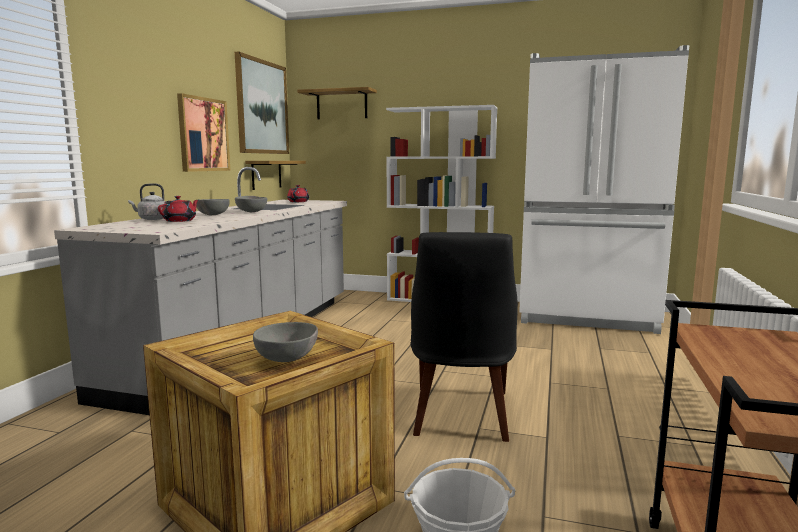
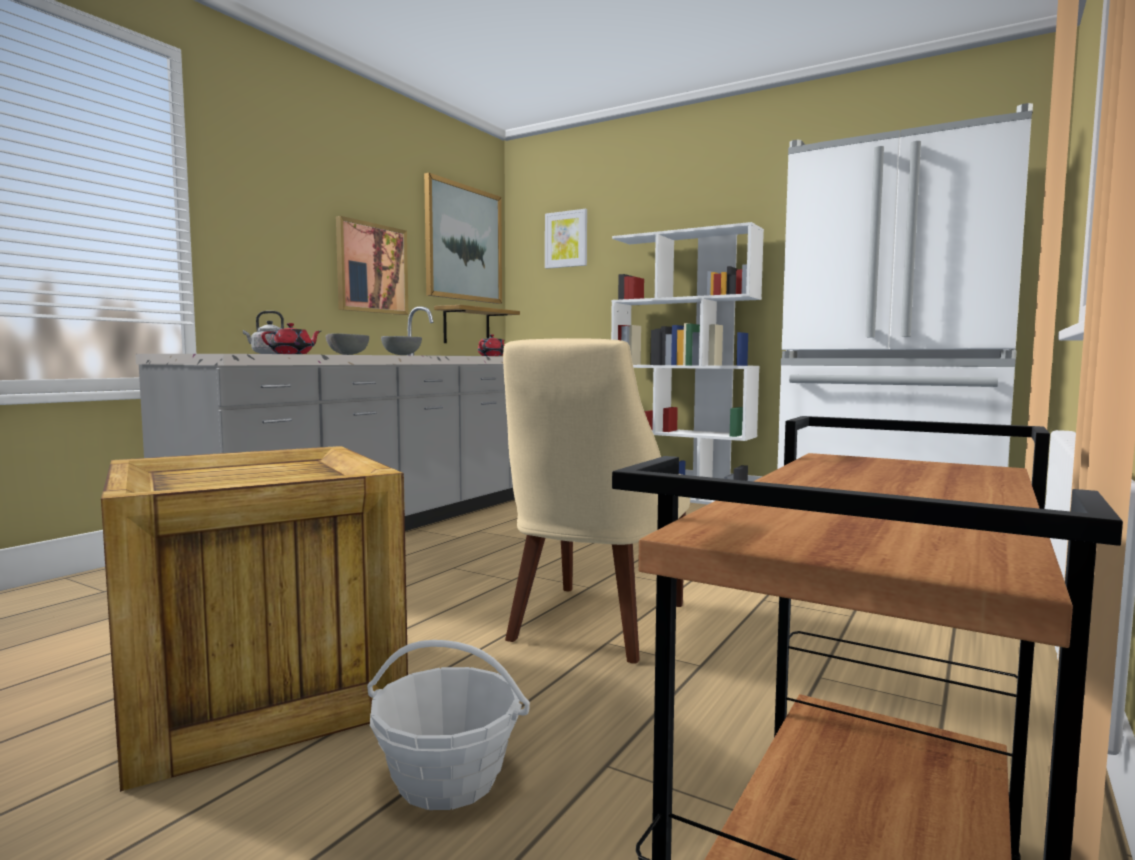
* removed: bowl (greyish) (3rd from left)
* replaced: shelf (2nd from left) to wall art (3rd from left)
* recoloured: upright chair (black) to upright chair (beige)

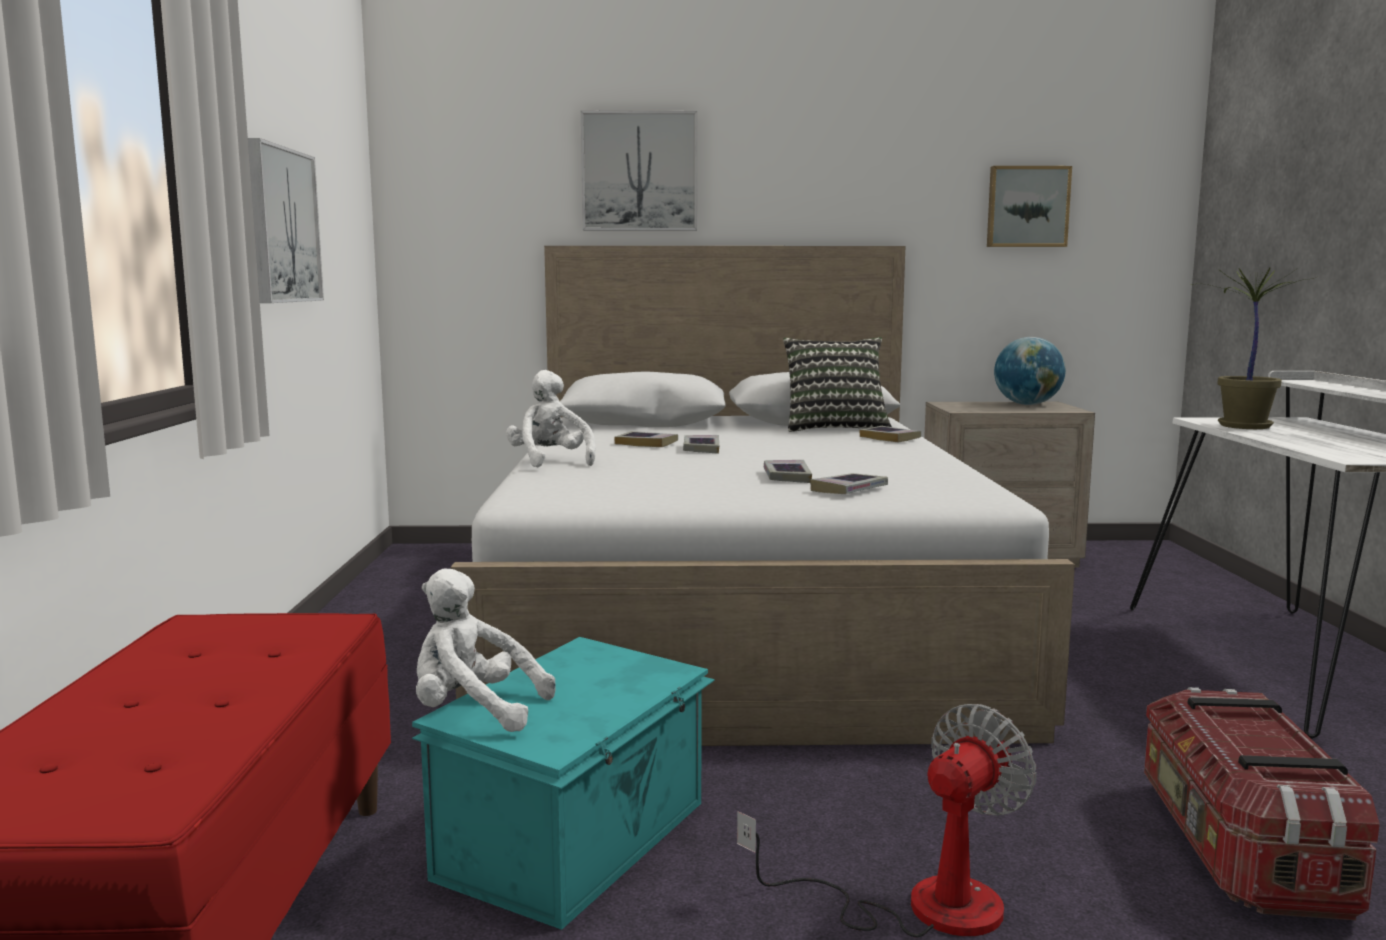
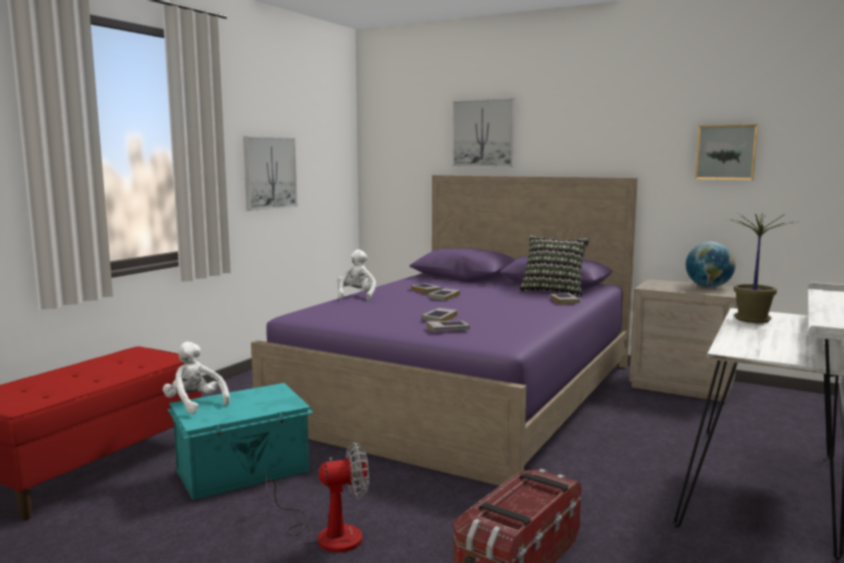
* recoloured: bed (white) to bed (purple-coloured)

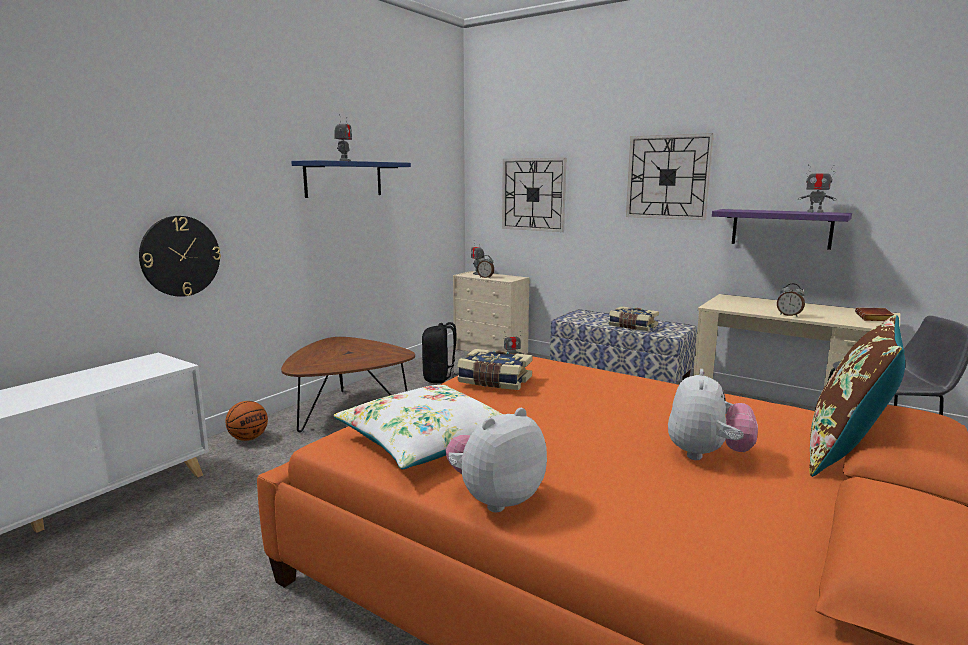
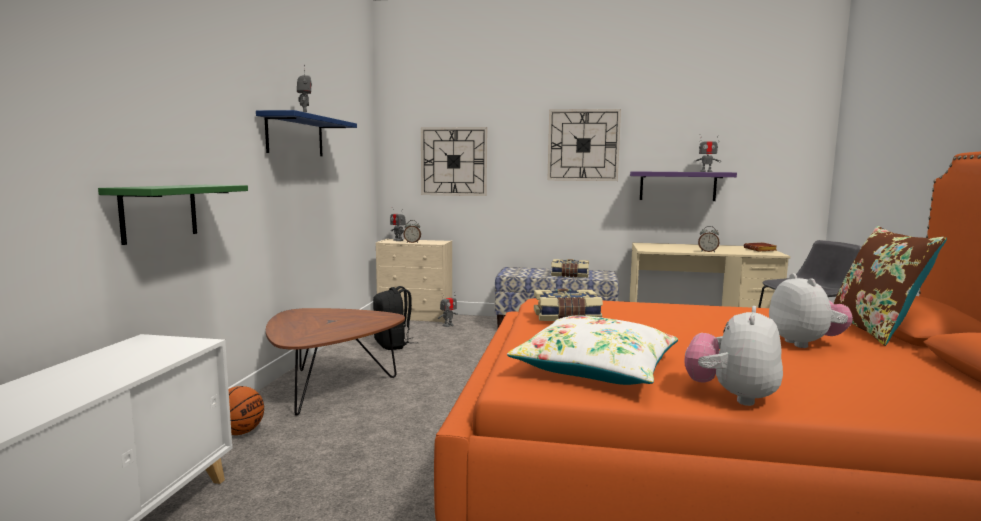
* replaced: wall clock (1st from left) to shelf (greenish)

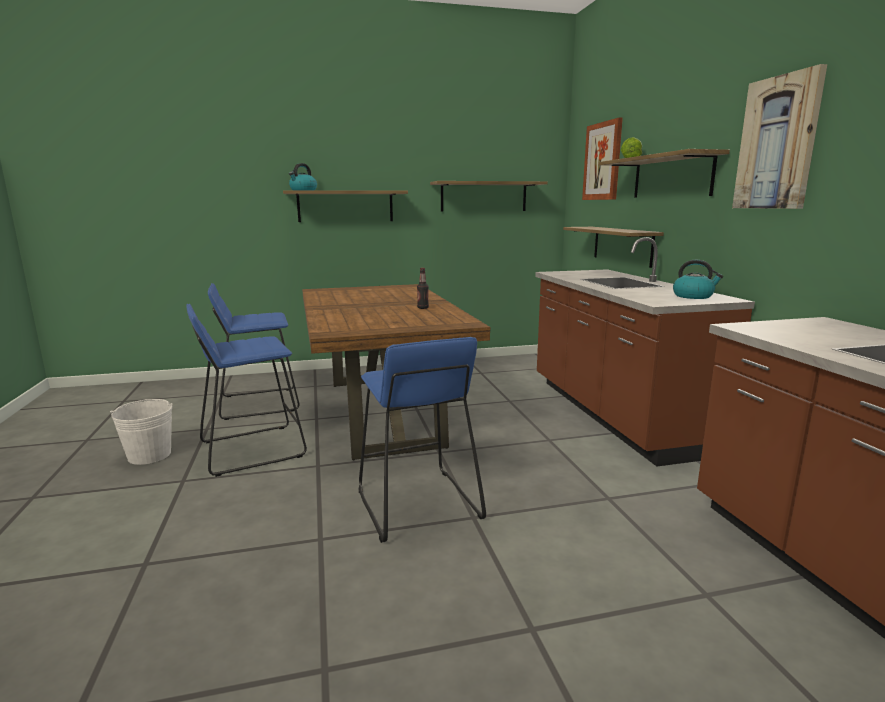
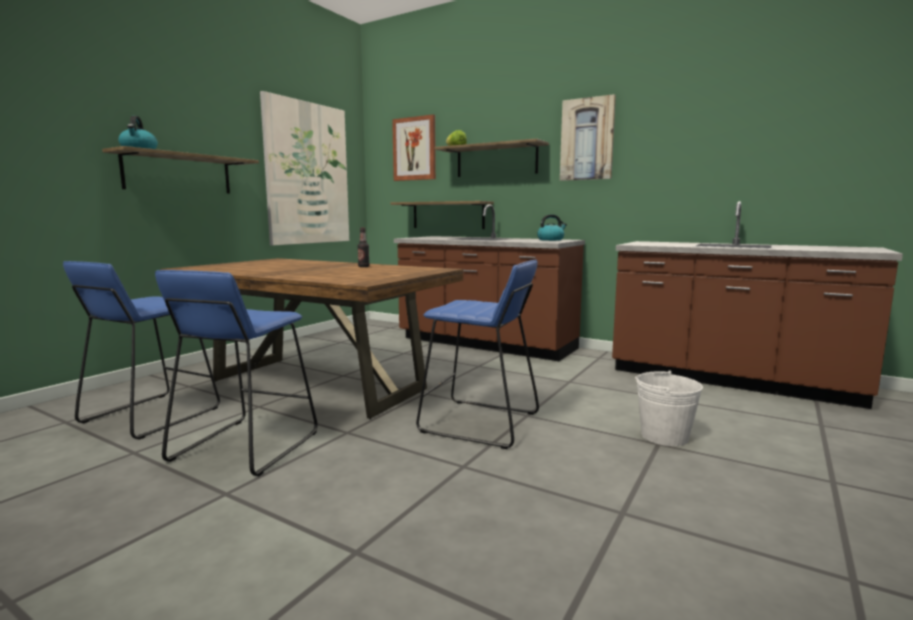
* moved: water bucket (white)
* replaced: shelf (2nd from left) to wall art (1st from left)

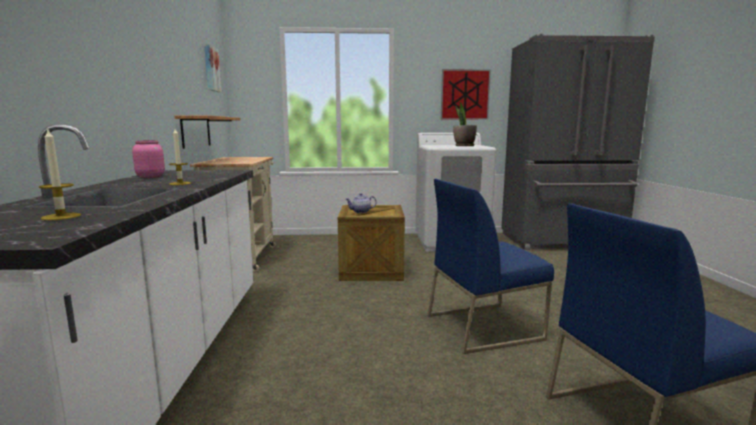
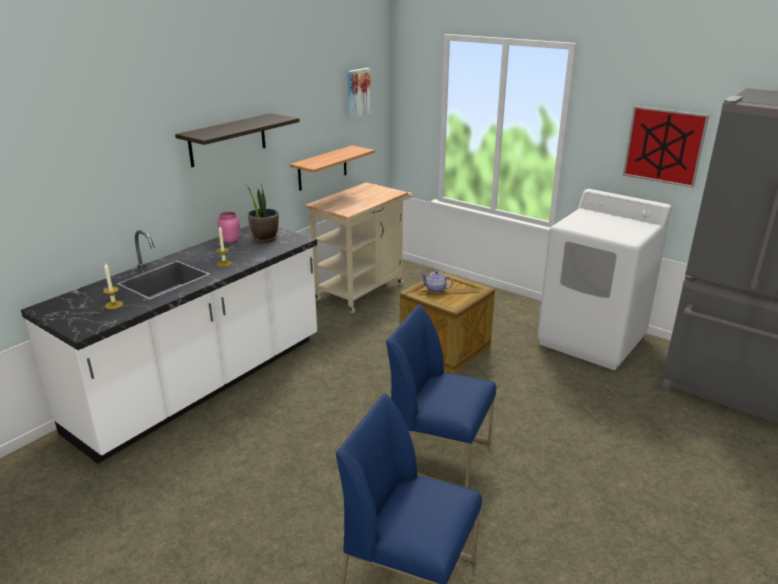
* moved: houseplant
* added: shelf (1st from left)

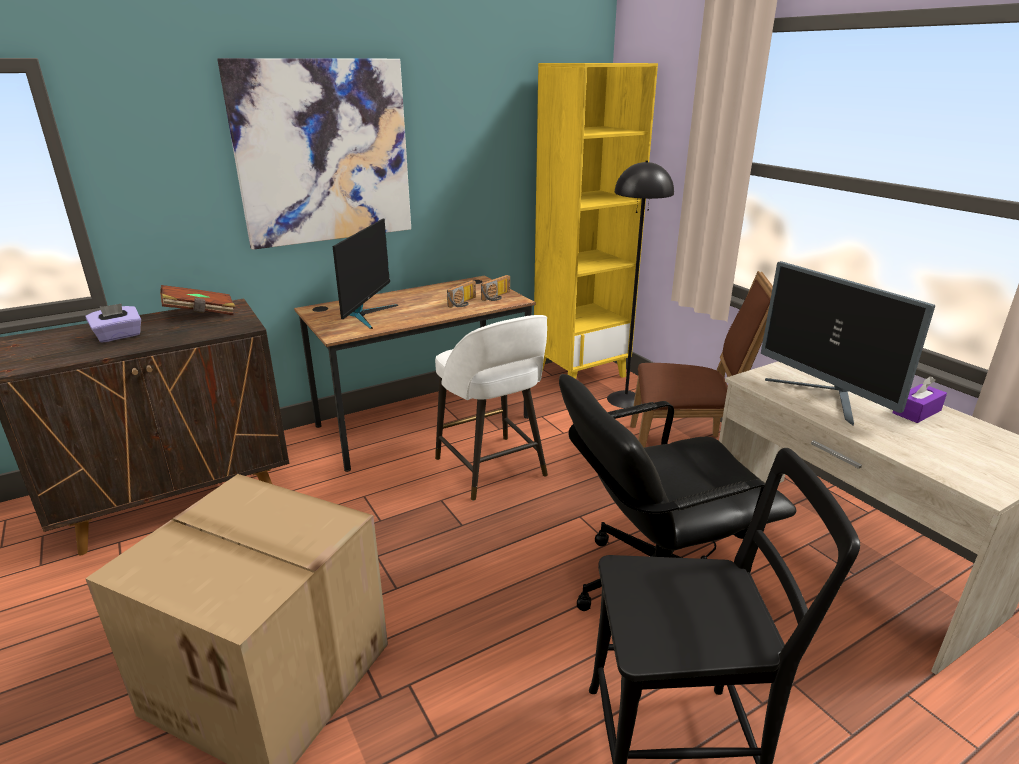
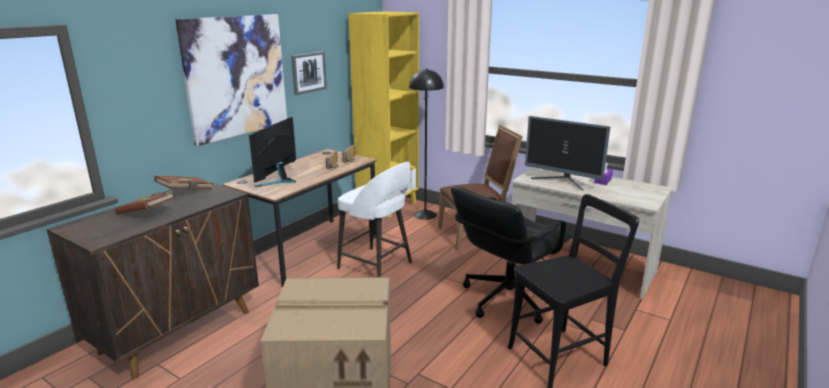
* replaced: tissue holder (purple-coloured) (1st from left) to book (brown-coloured) (1st from left)
* turned: computer display (1st from left) 150 degrees counterclockwise
* added: wall art (2nd from left)

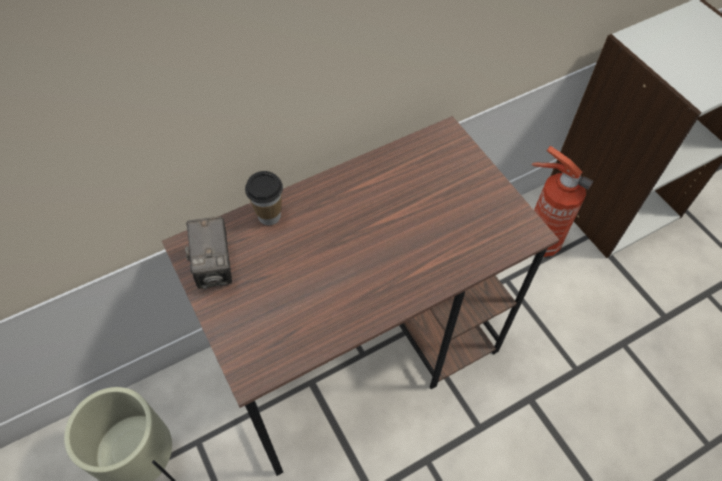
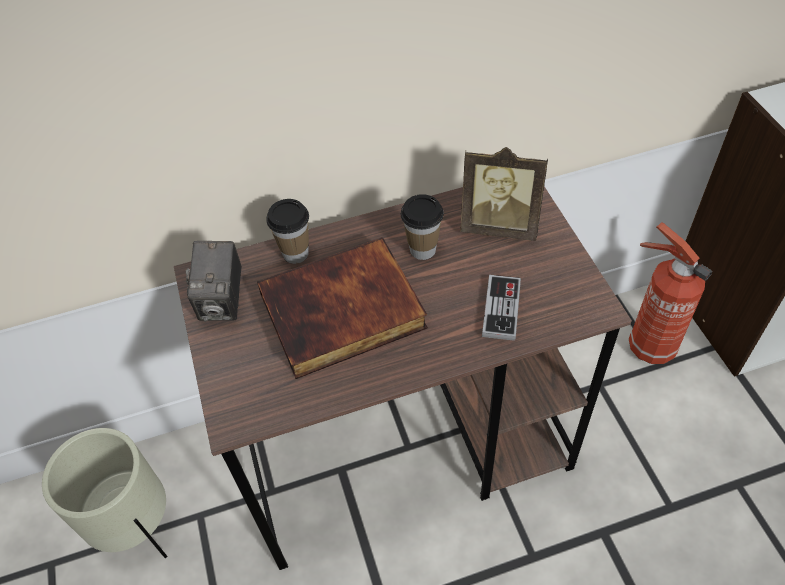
* added: book
* added: cup (2nd from left)
* added: picture frame
* added: game controller

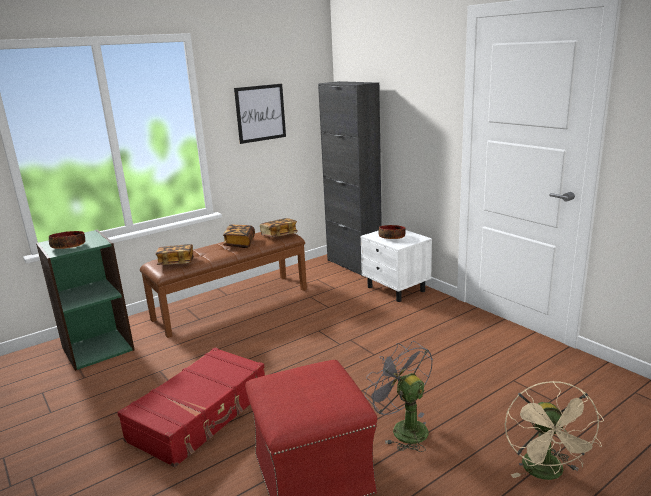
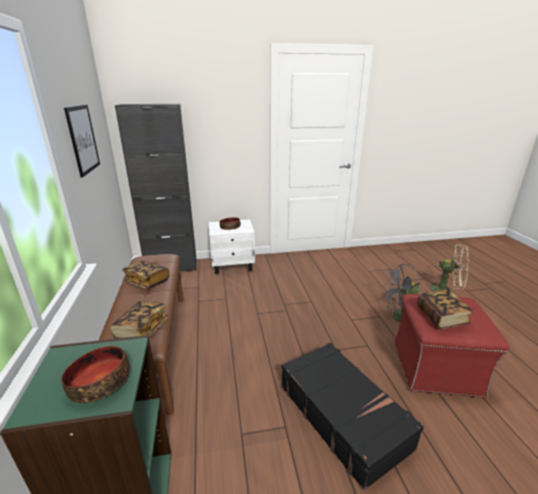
* recoloured: travel case (reddish) to travel case (black)
* moved: book (3rd from left)

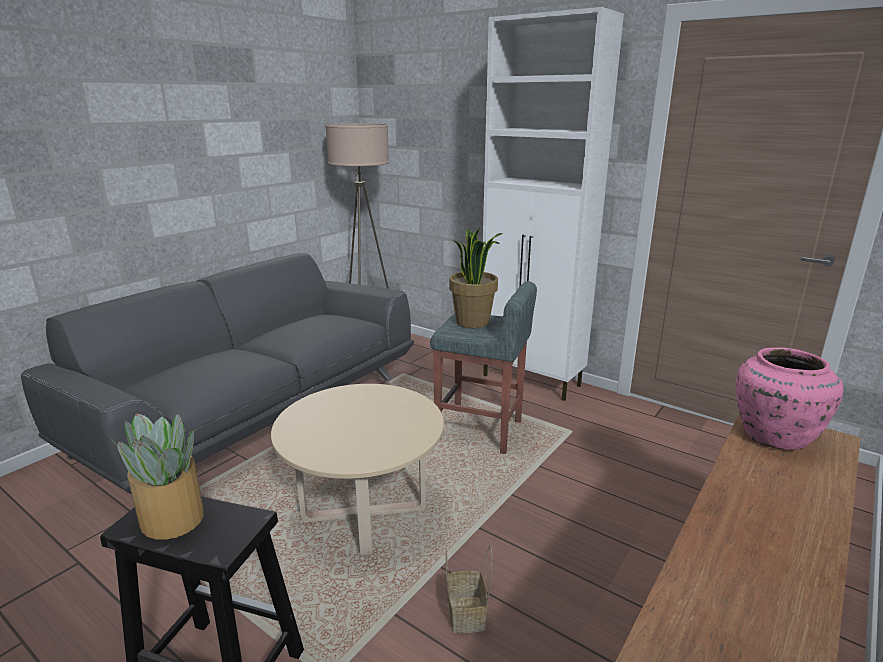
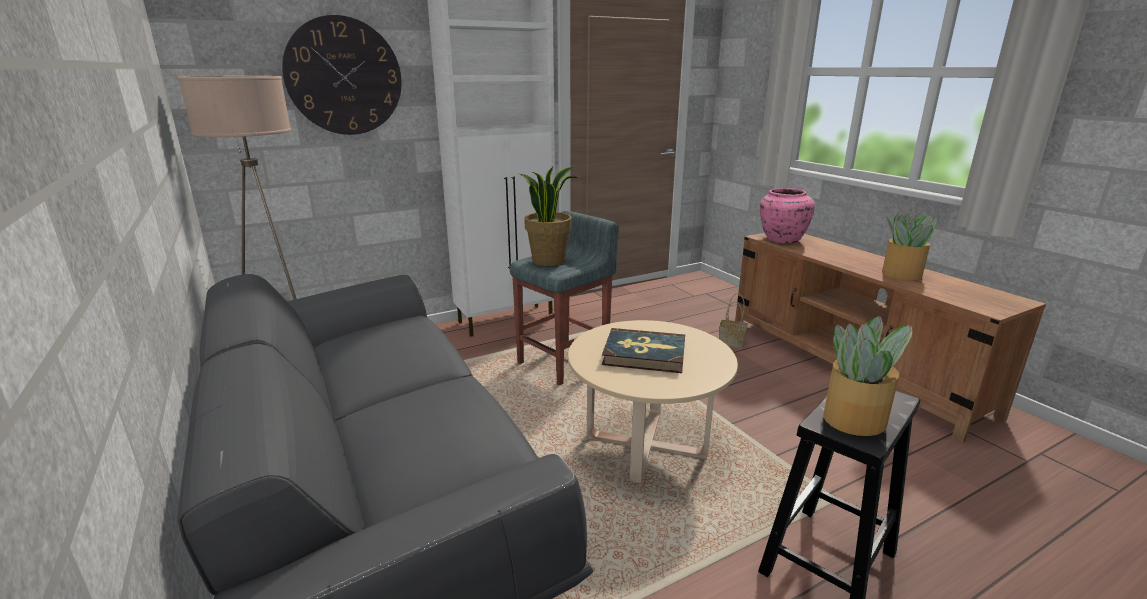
* moved: storage basket
* added: wall clock
* added: book
* added: houseplant (3rd from left)

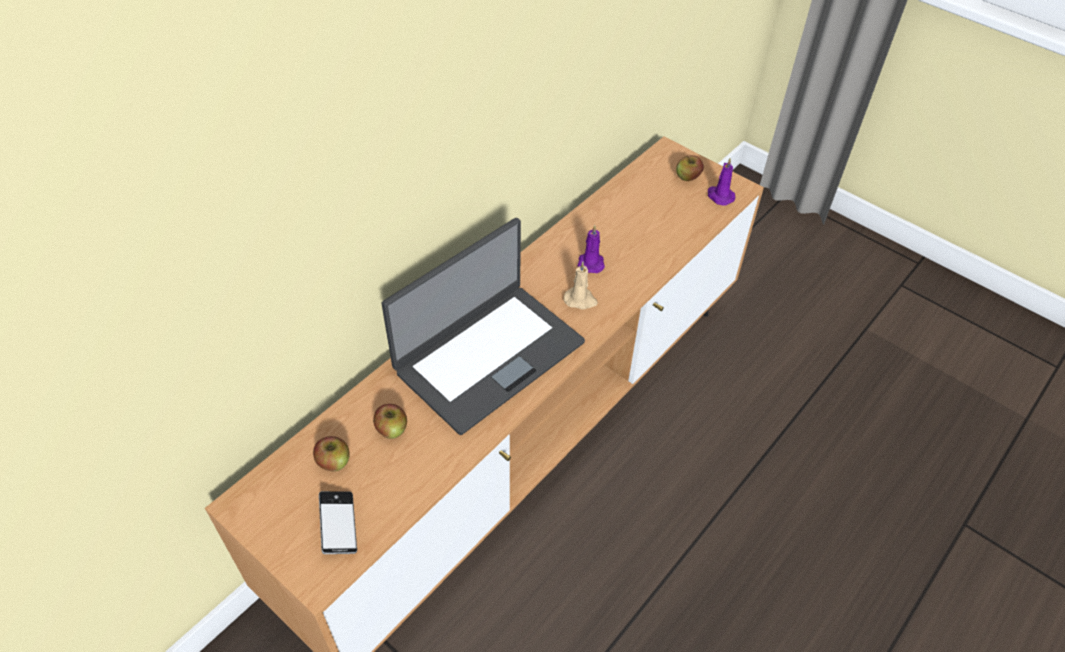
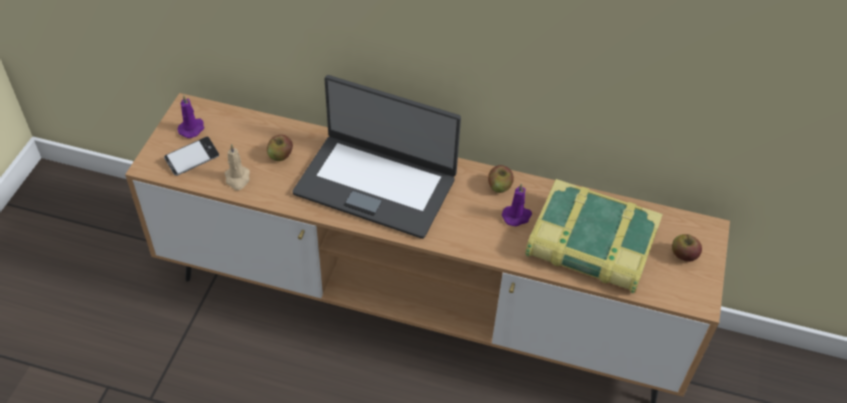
* moved: apple (1st from left in the first image) to apple (2nd from left)
* moved: candle (beige)
* moved: candle (purple-coloured) (2nd from left in the first image) to candle (purple-coloured) (1st from left)
* added: book

